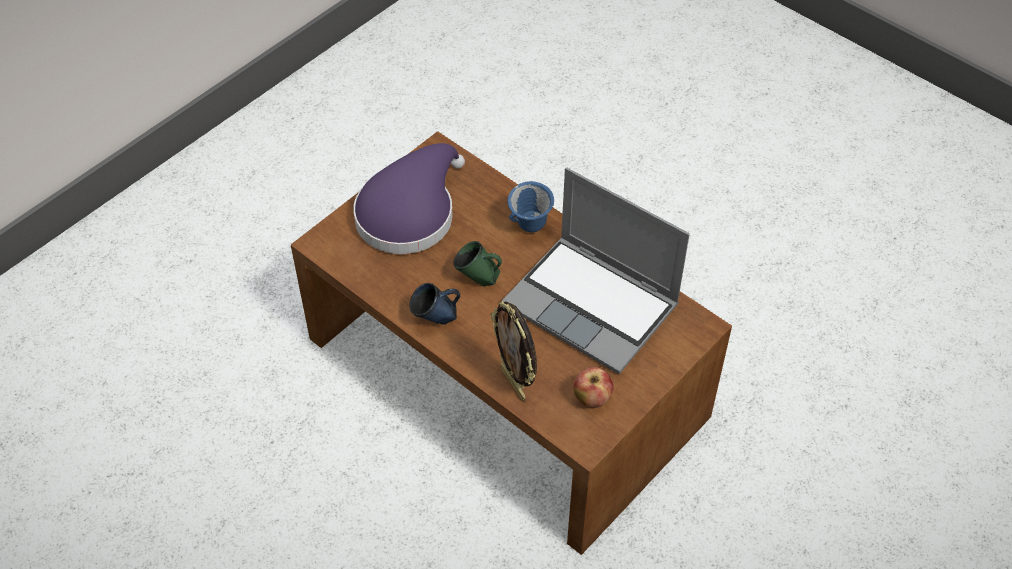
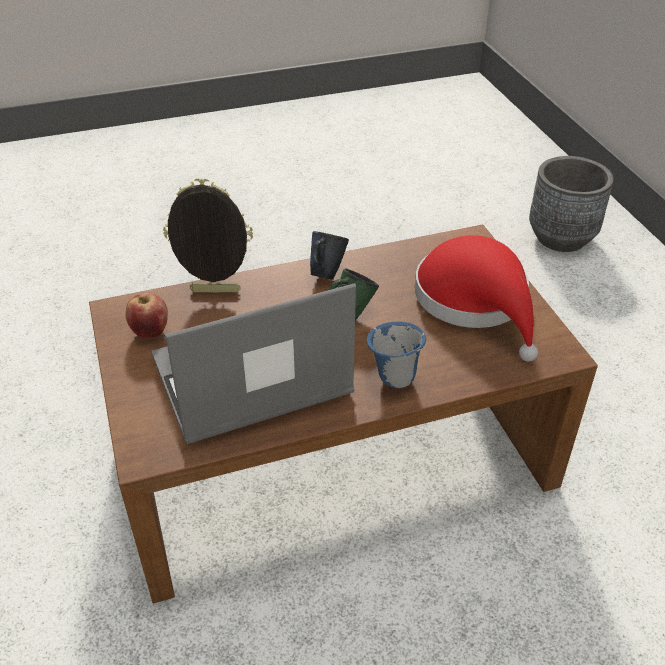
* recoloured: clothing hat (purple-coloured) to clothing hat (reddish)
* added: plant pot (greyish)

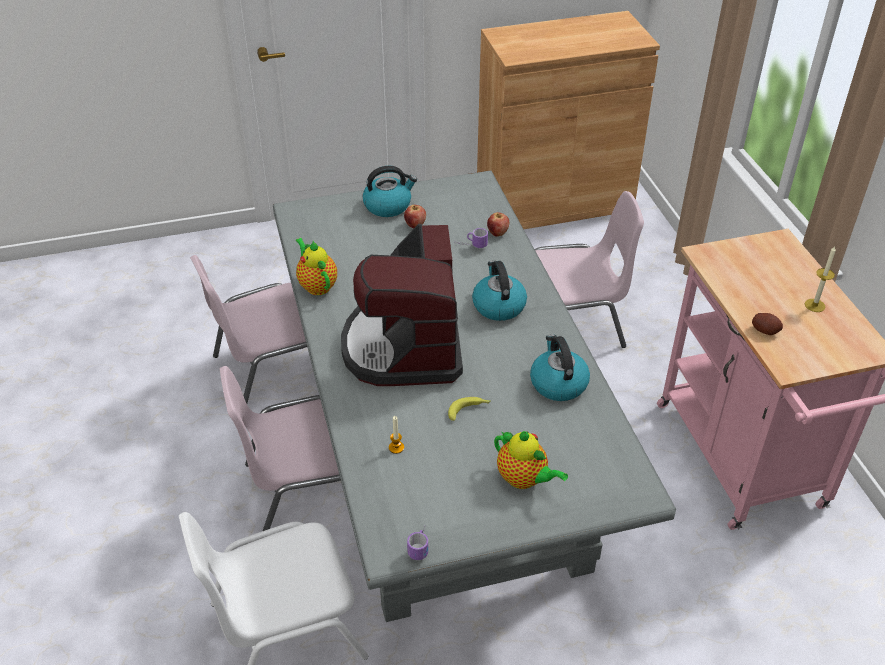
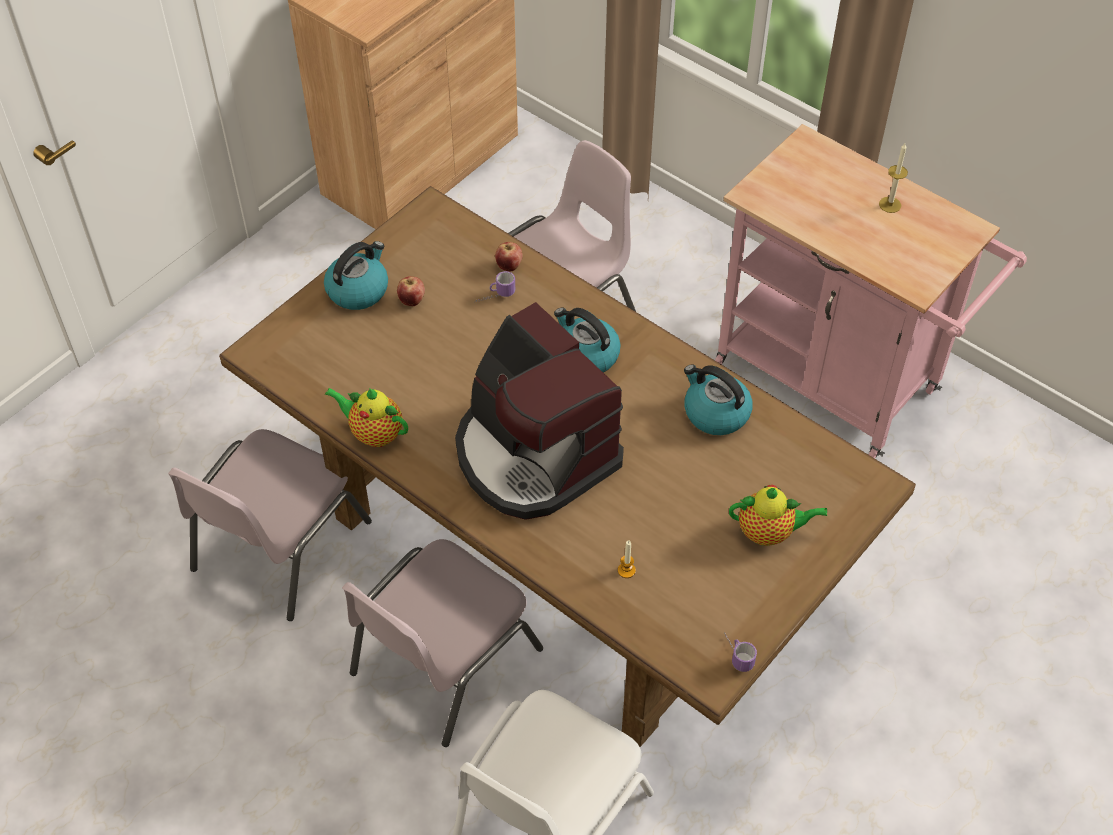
* recoloured: dining table (greyish) to dining table (brown-coloured)
* removed: banana fruit
* removed: potato

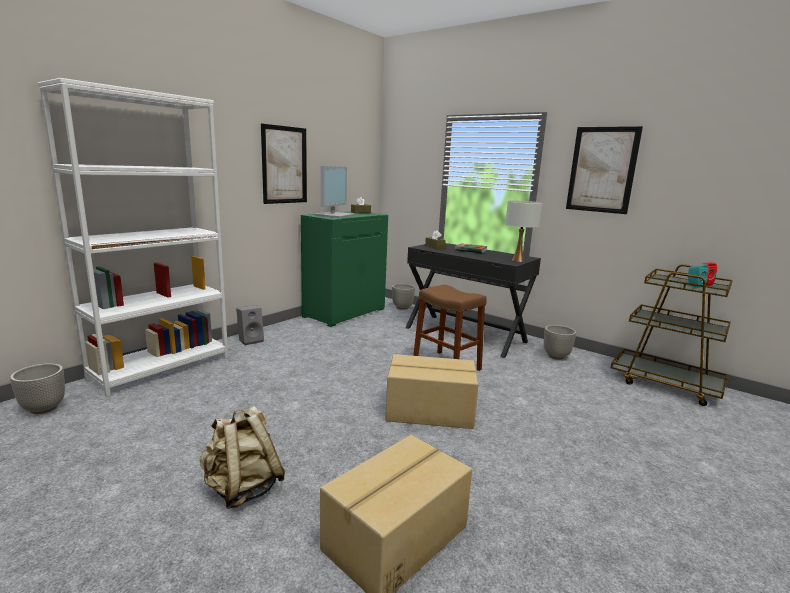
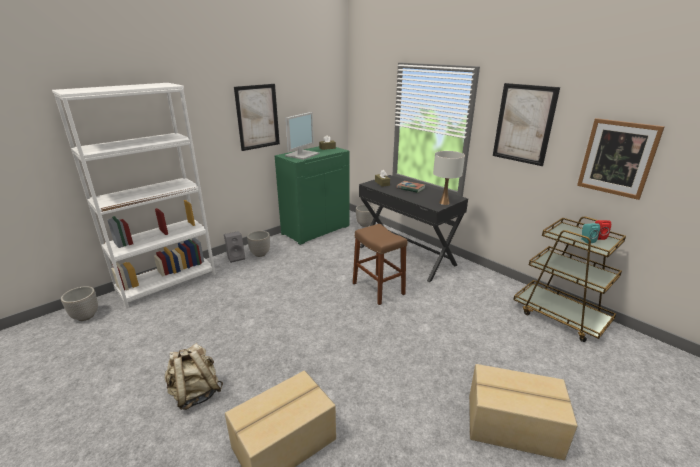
* moved: cardboard box (2nd from left)
* moved: plant pot (3rd from left in the first image) to plant pot (2nd from left)
* added: wall art (3rd from left)

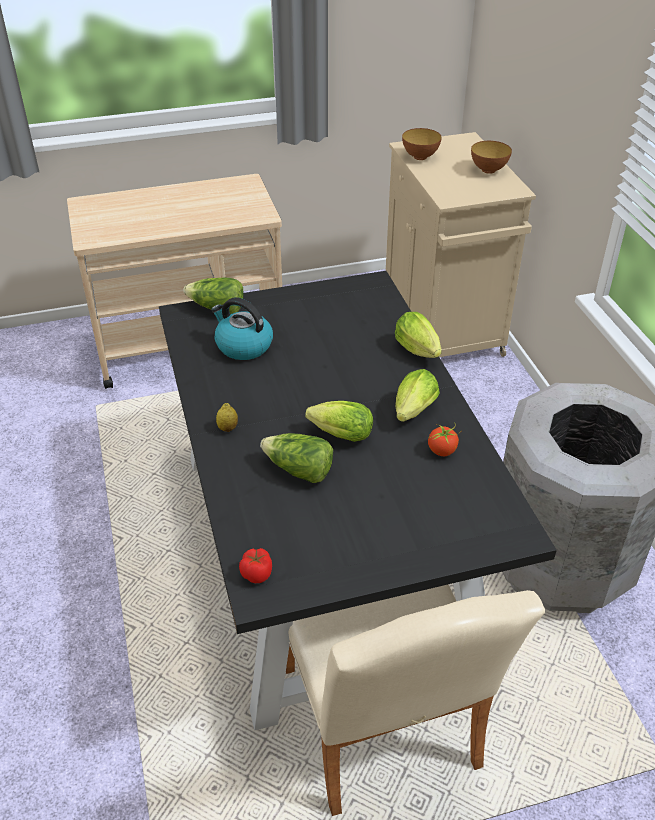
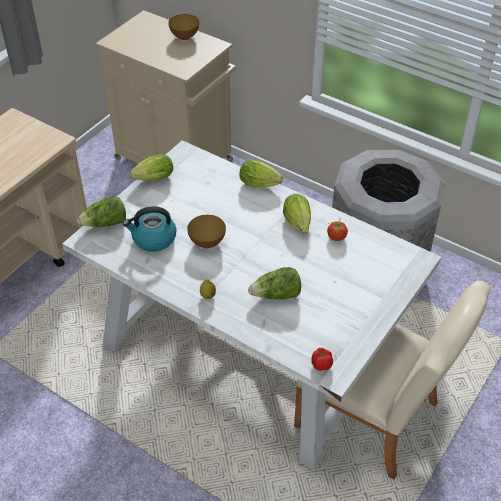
* recoloured: dining table (black) to dining table (white)
* moved: lettuce (3rd from left in the first image) to lettuce (2nd from left)
* moved: bowl (1st from left in the first image) to bowl (2nd from left)

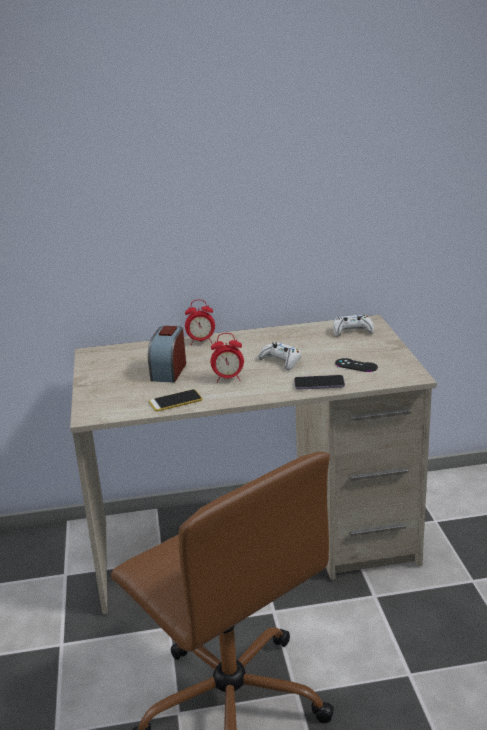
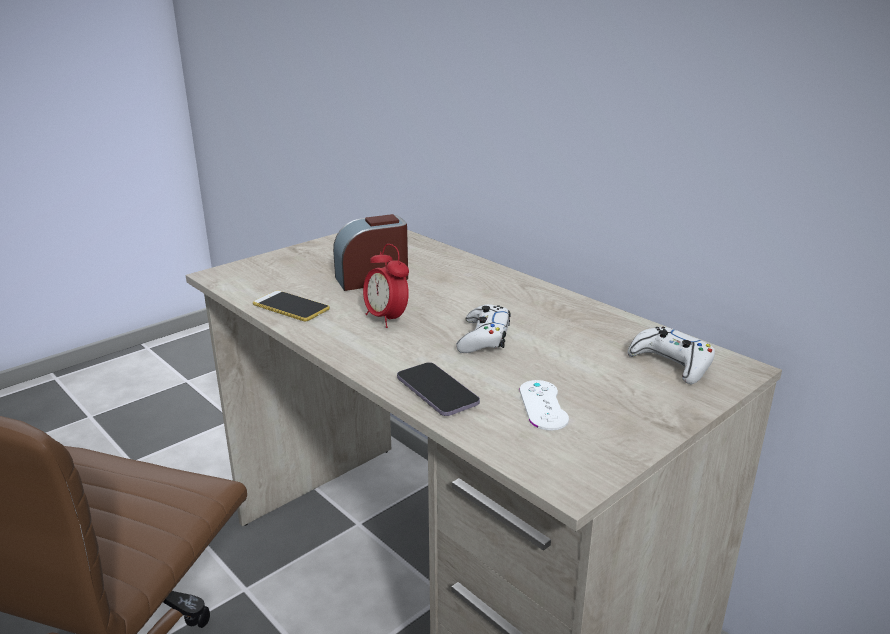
* removed: table clock (2nd from left)
* recoloured: game controller (black) to game controller (white) (2nd from left)

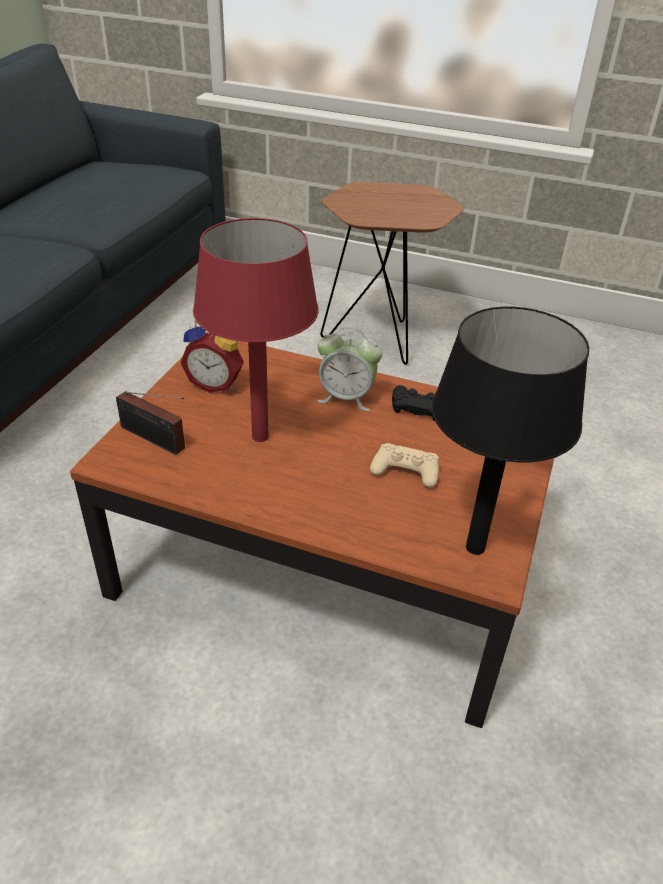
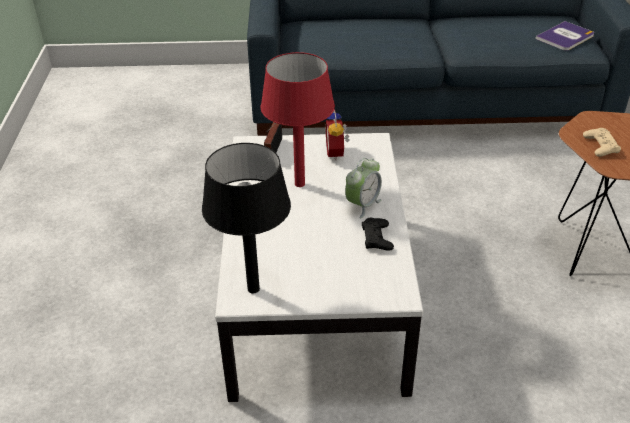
* recoloured: coffee table (brown-coloured) to coffee table (white)
* turned: table clock (2nd from left) 135 degrees counterclockwise
* moved: game controller (beige)
* added: book

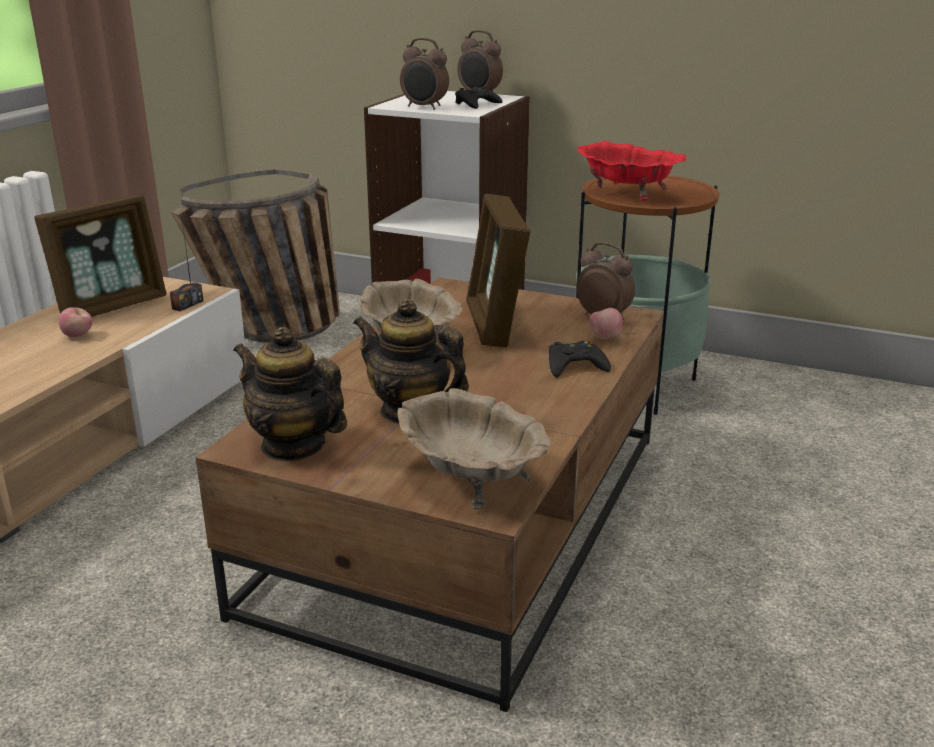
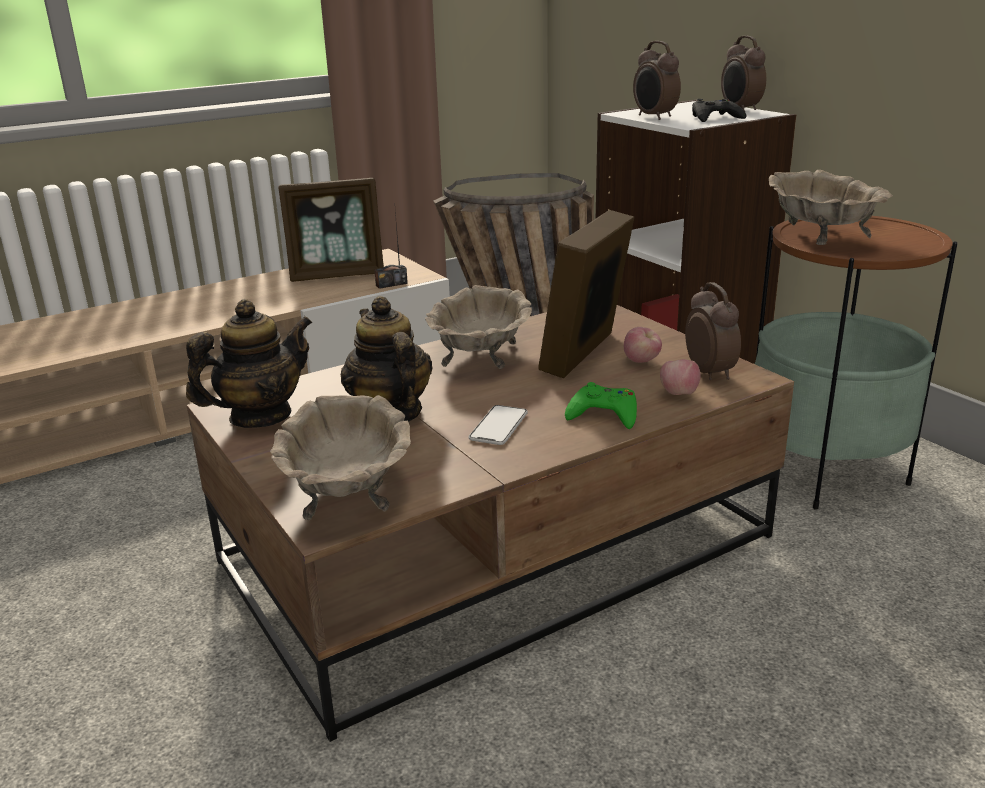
* moved: apple (1st from left)
* turned: tea pot (1st from left) 75 degrees clockwise
* recoloured: game controller (black) (2nd from left) to game controller (greenish)
* recoloured: bowl (reddish) to bowl (beige) (3rd from left)
* added: telephone

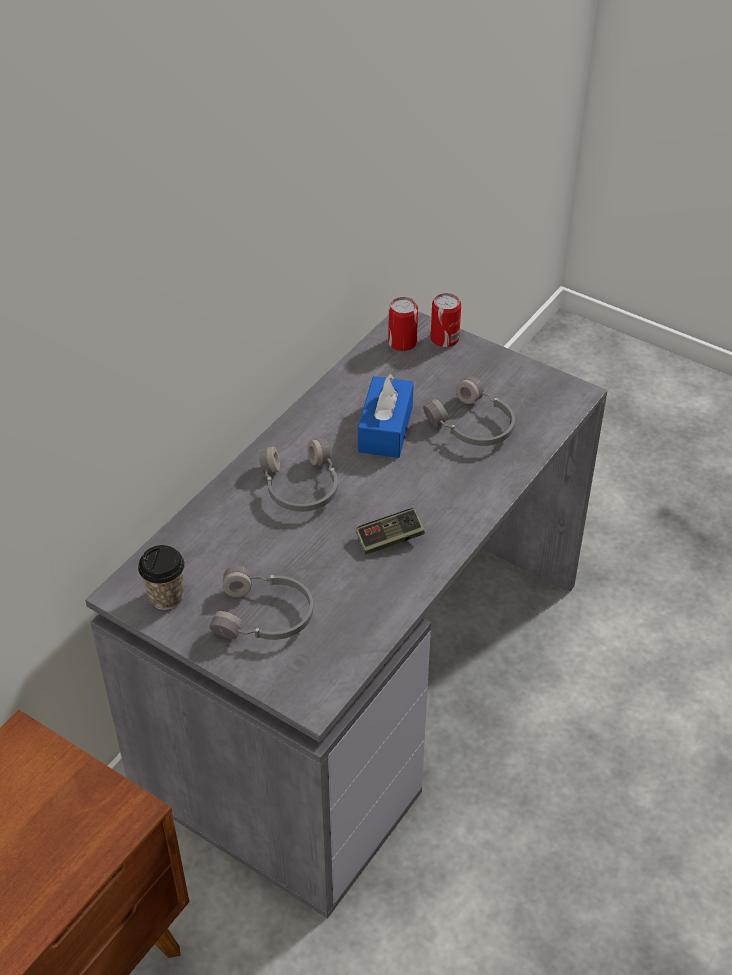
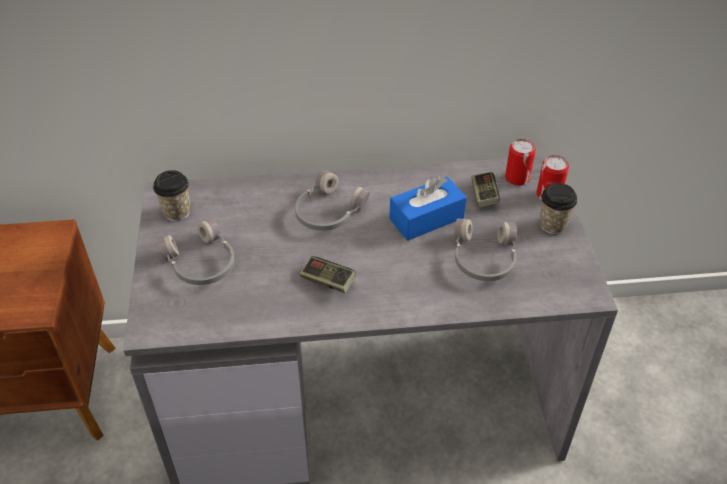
* added: game controller (2nd from left)
* added: cup (2nd from left)

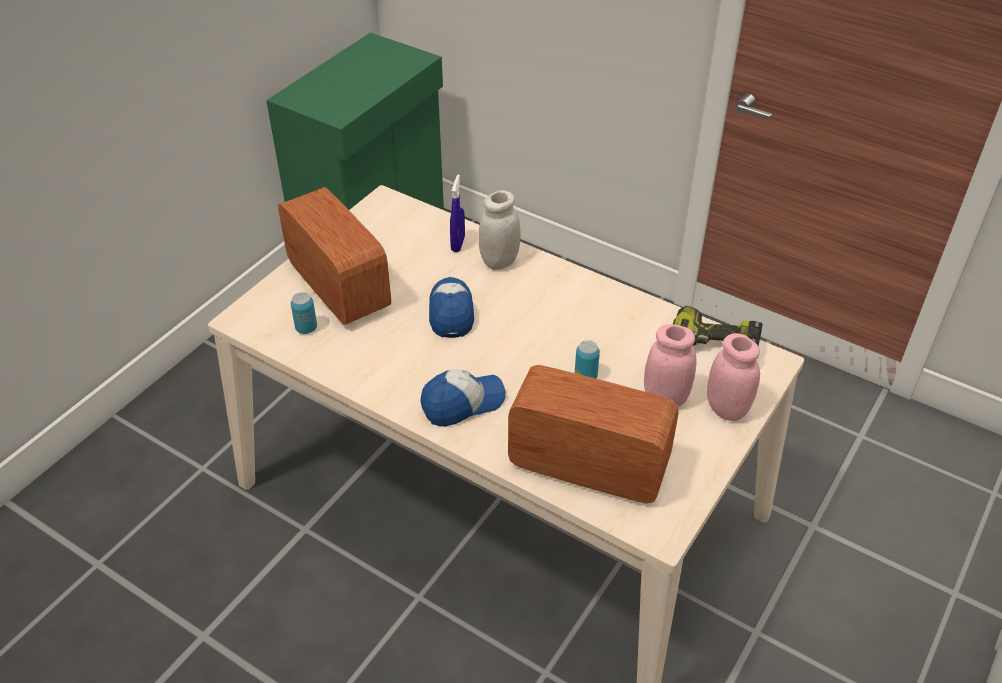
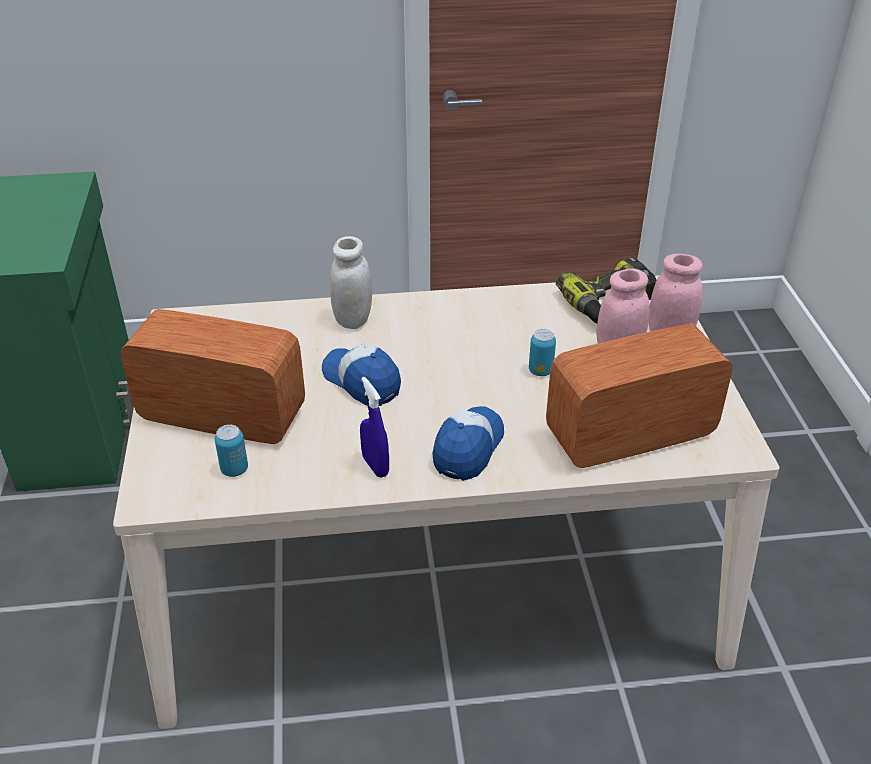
* moved: hand sprayer (blue)

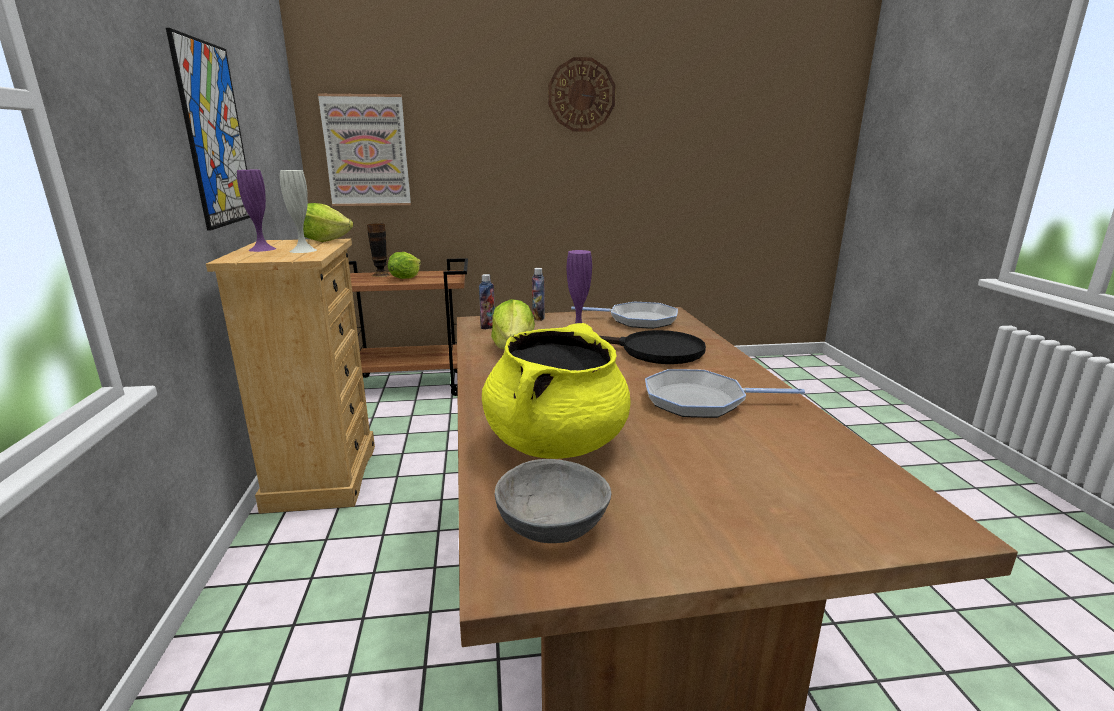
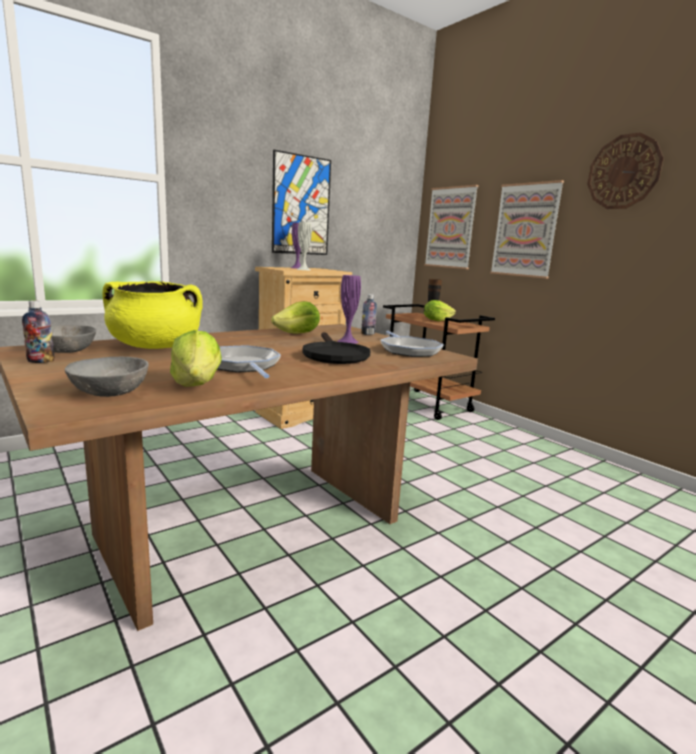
* moved: lettuce (1st from left)
* moved: bottle (1st from left)
* added: bowl (greyish) (2nd from left)
* added: wall art (3rd from left)

